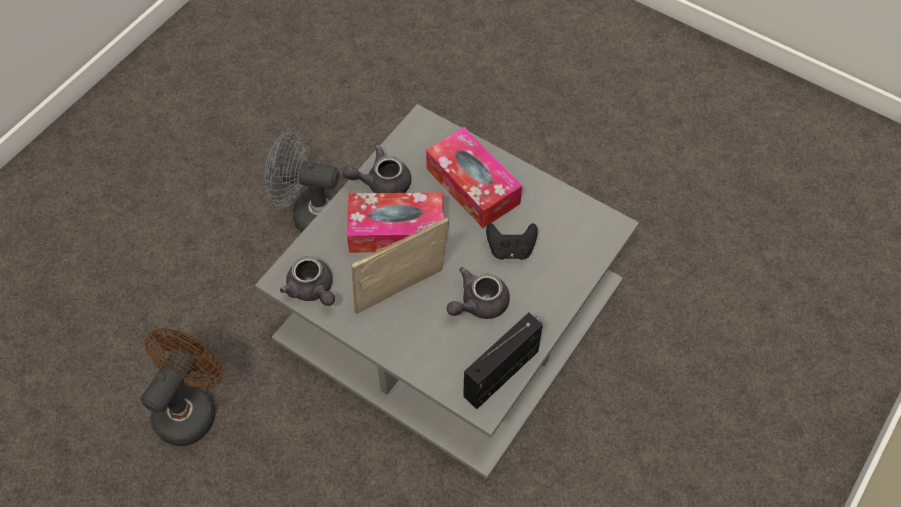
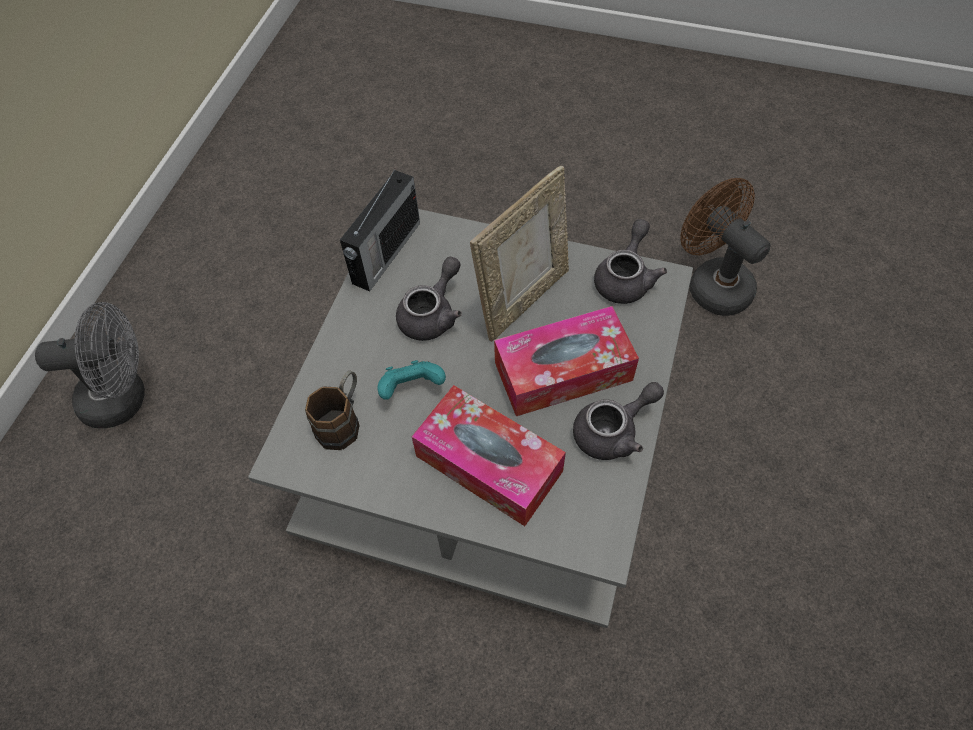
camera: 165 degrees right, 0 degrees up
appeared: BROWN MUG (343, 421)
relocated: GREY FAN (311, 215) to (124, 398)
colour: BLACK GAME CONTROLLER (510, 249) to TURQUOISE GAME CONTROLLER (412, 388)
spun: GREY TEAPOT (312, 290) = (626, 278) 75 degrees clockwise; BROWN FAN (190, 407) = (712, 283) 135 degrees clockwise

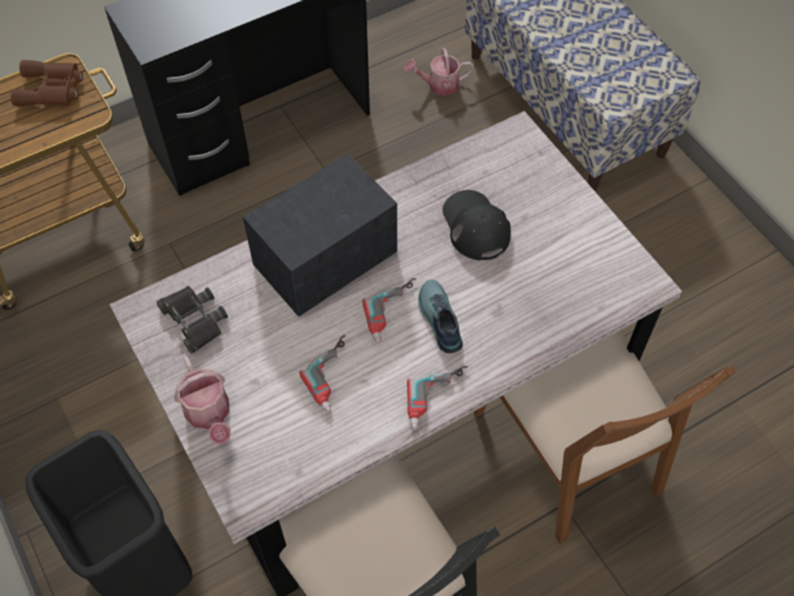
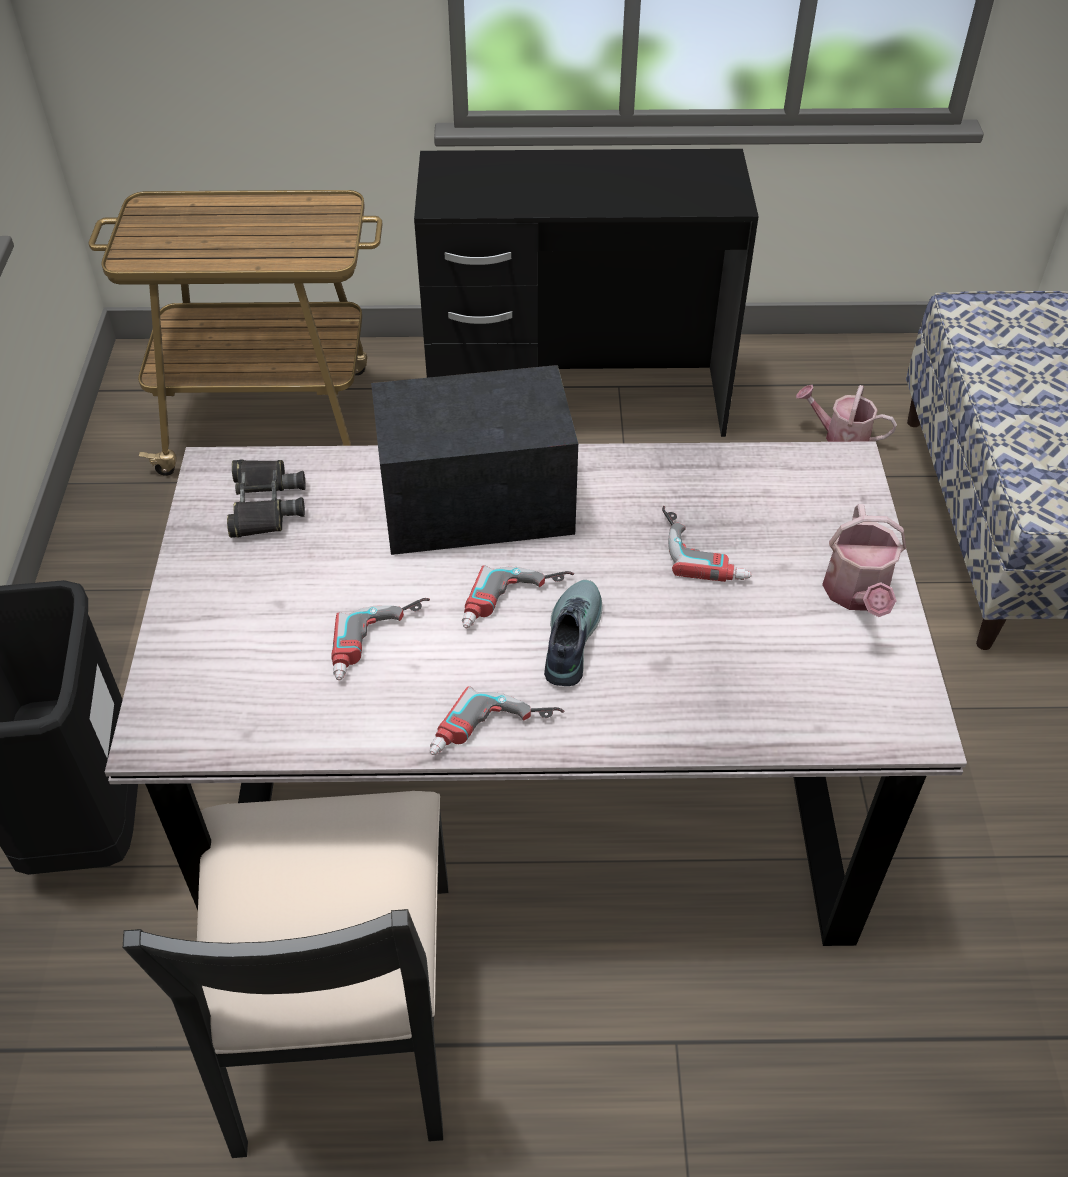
camera: 30 degrees right, 10 degrees down
missing: BROWN BINOCULARS (52, 89); BROWN CHAIR (569, 450)
relocated: WATERING CAN (209, 414) to (857, 594)
exchanged: BLACK CAP (475, 226) to POWER DRILL (704, 549)

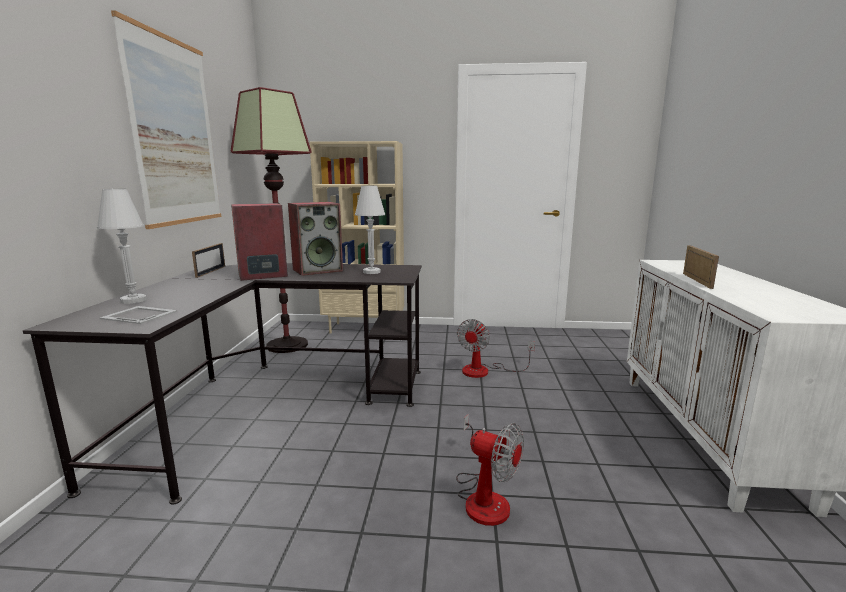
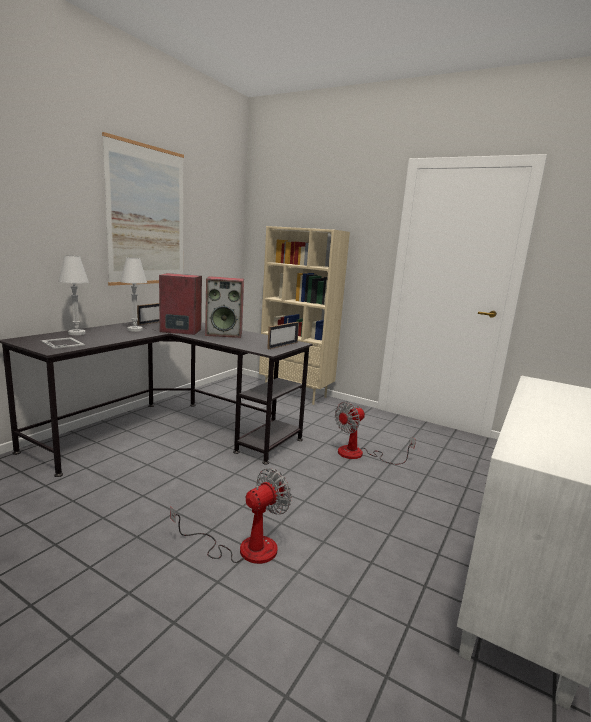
camera: 25 degrees right, 0 degrees up
missing: FLOOR LAMP (287, 345)
relocated: WHITE TABLE LAMP (371, 272) to (135, 330); PICTURE FRAME (697, 280) to (283, 345)
spun: FAN (483, 497) = (244, 548) 105 degrees counterclockwise

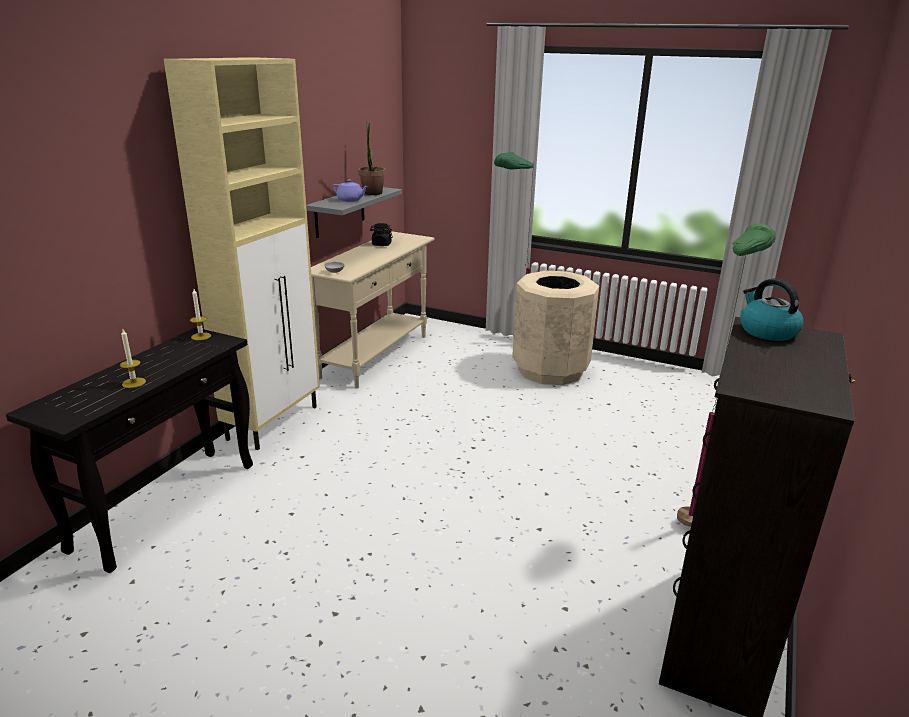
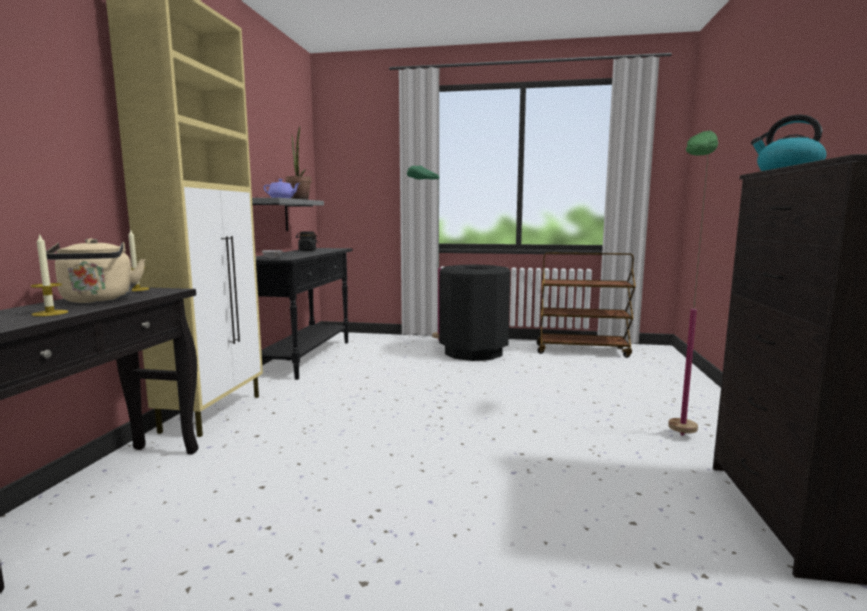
camera: 15 degrees left, 15 degrees down
appeared: BEIGE KETTLE (98, 300); BROWN CART (582, 350)
colour: BEIGE CONSOLE TABLE (376, 356) to BLACK CONSOLE TABLE (306, 358); BEIGE TRASH CAN (550, 370) to BLACK TRASH CAN (474, 352)

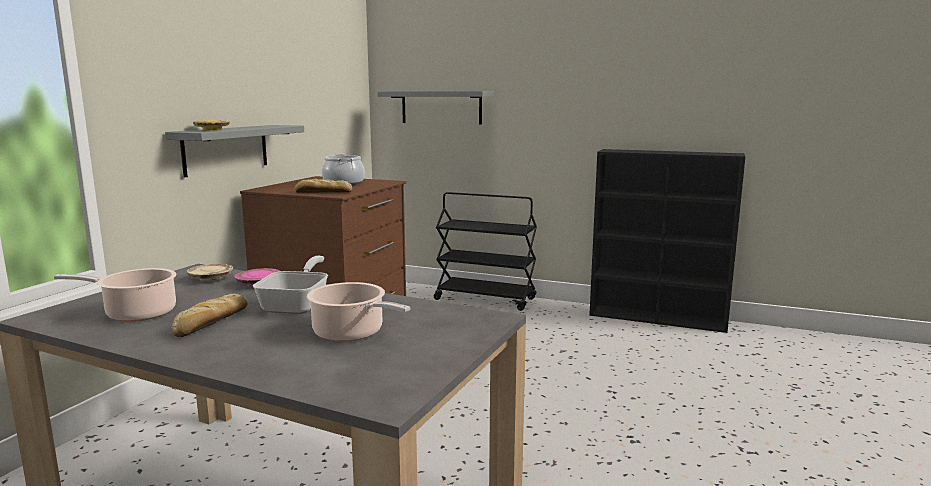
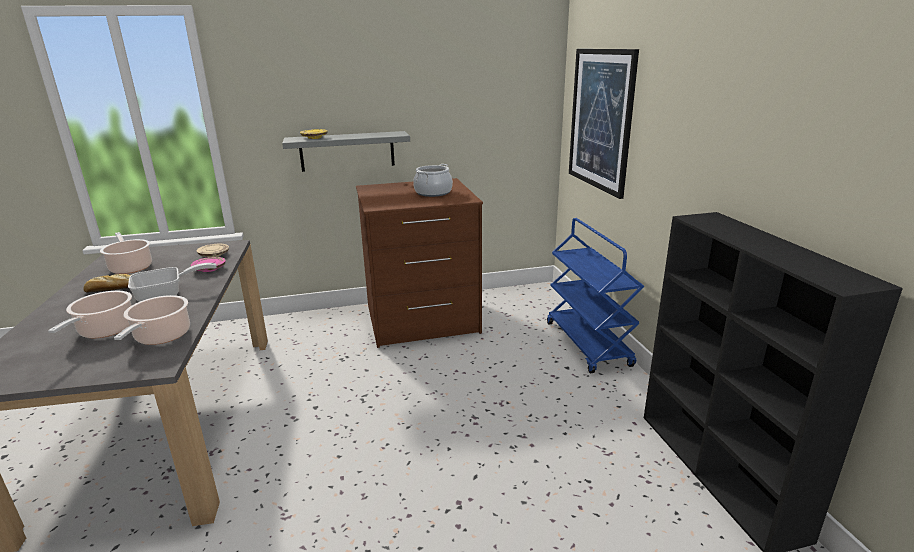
camera: 55 degrees right, 10 degrees up
missing: BREAD (322, 192)
appeared: COOKING POT (161, 337)
exchanged: GREY SHELF (441, 107) to PICTURE (600, 120)
colour: BLACK CART (486, 299) to BLUE CART (588, 344)

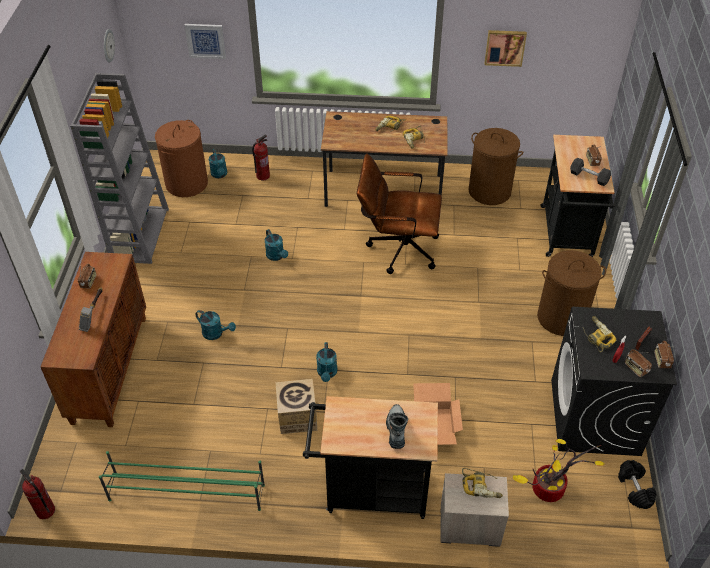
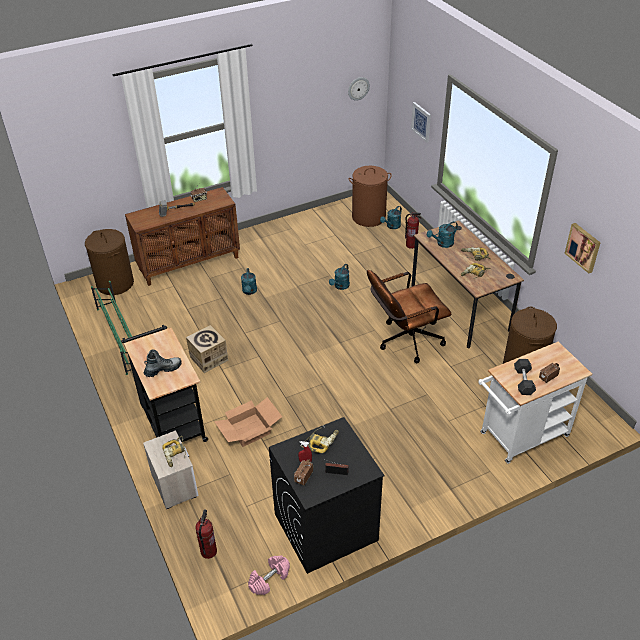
camera: 60 degrees right, 5 degrees down
missing: GREY BOOKCASE (139, 234); RADIO (661, 360); POTTED PLANT (547, 491)
relocated: BROWN LAUNDRY BASKET (561, 318) to (115, 283); TURQUOISE WATERING CAN (327, 373) to (442, 244); FIRE EXTINGUISHER (45, 511) to (208, 551)
colour: BLACK CART (567, 236) to WHITE CART (519, 437); BLACK DUMBBELL (634, 489) to PINK DUMBBELL (269, 579)
spun: BROWN OFFICE CHAIR (397, 248) = (405, 341) 90 degrees counterclockwise

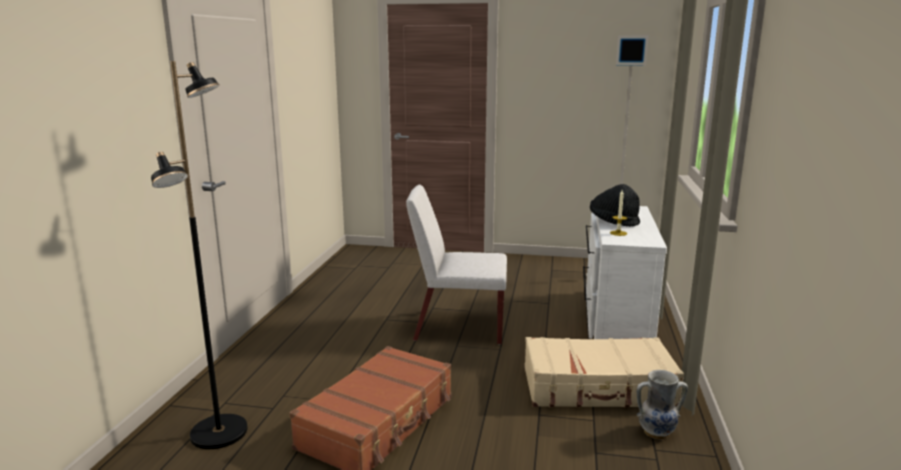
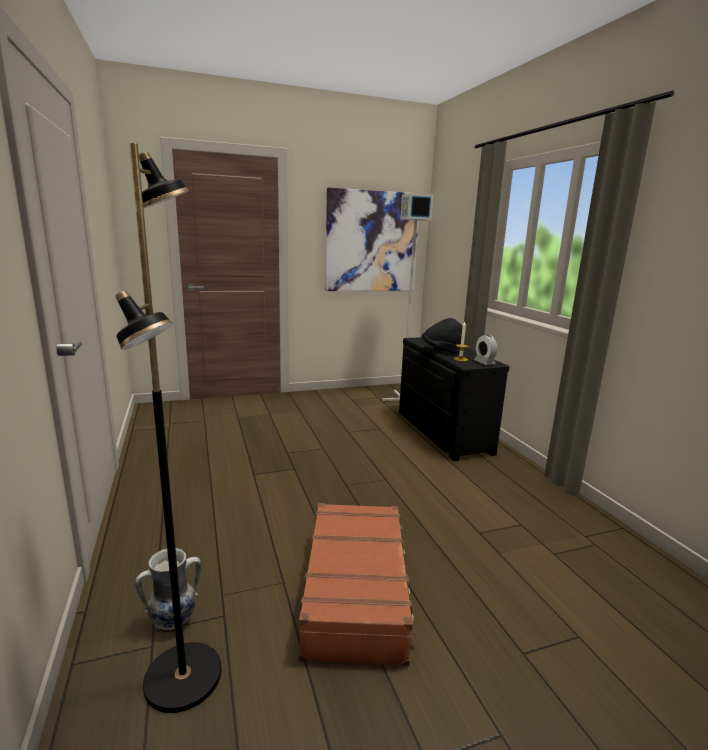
camera: 30 degrees left, 0 degrees up
missing: WHITE CHAIR (458, 327); BEIGE SUITCASE (598, 388)
appeared: PICTURE (372, 242); ALARM CLOCK (484, 362)
relocated: VASE (656, 433) to (173, 622)
colour: WHITE DRESSER (614, 319) to BLACK DRESSER (440, 432)

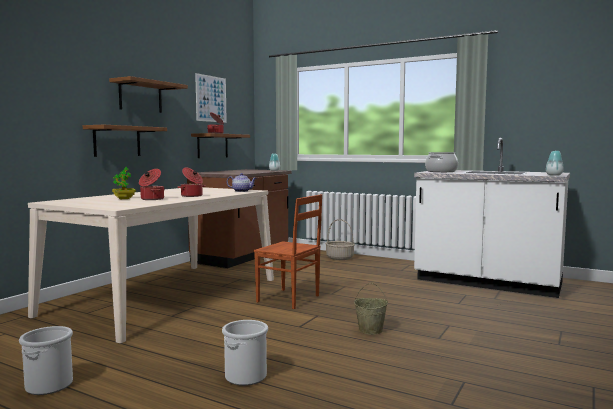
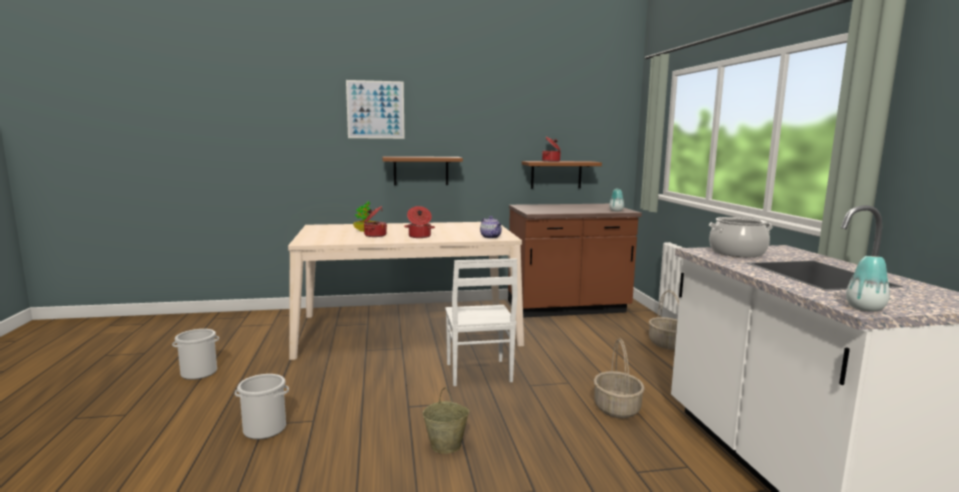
camera: 50 degrees right, 5 degrees up
missing: BROWN SHELF (140, 97)
appeared: BASKET (617, 409)
relocated: PICTURE (211, 99) to (375, 109)
colour: BROWN CHAIR (288, 299) to WHITE CHAIR (478, 373)

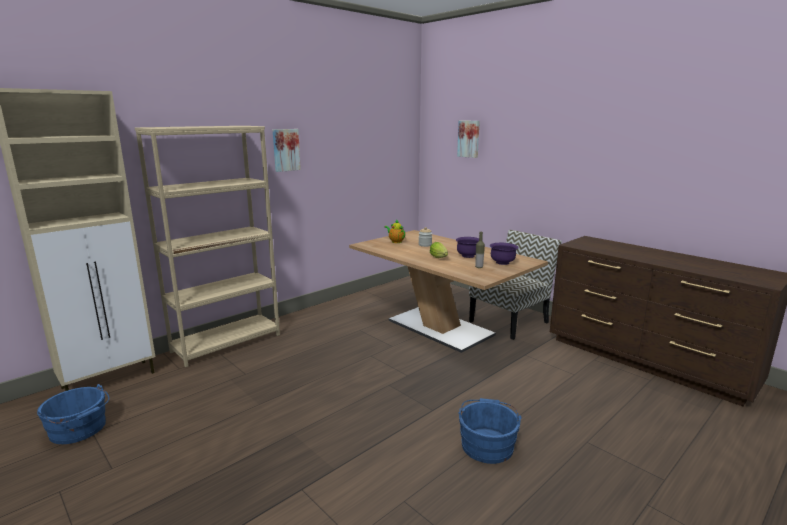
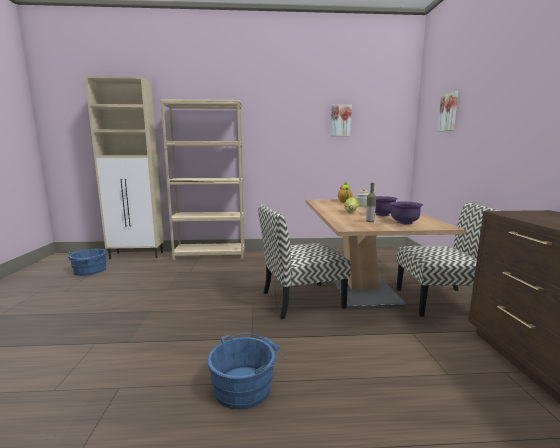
camera: 40 degrees right, 5 degrees down
appeared: CHAIR (301, 300)
relocated: PICTURE (285, 150) to (340, 120)

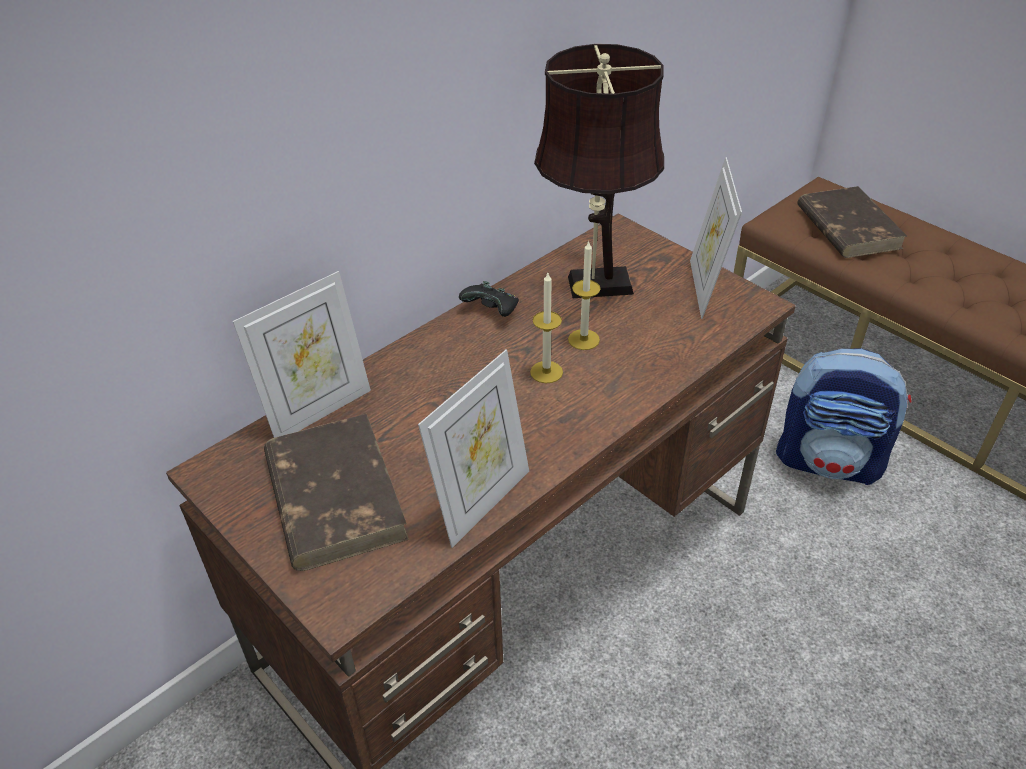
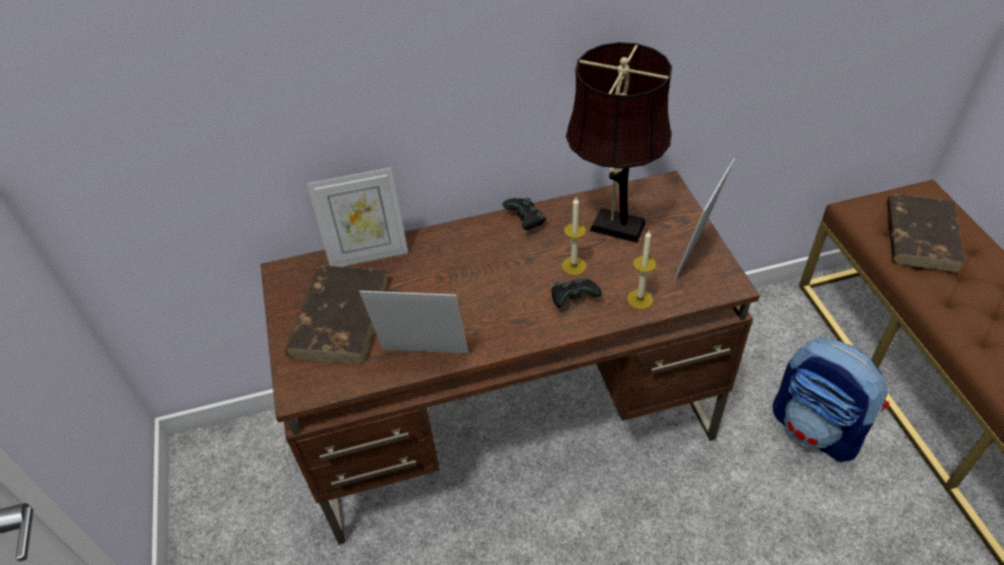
camera: 30 degrees right, 5 degrees up
appeared: BLACK GAME CONTROLLER (573, 300)
relocated: CANDLE (546, 372) to (640, 299)
spun: PICTURE FRAME (481, 502) = (423, 358) 150 degrees counterclockwise

